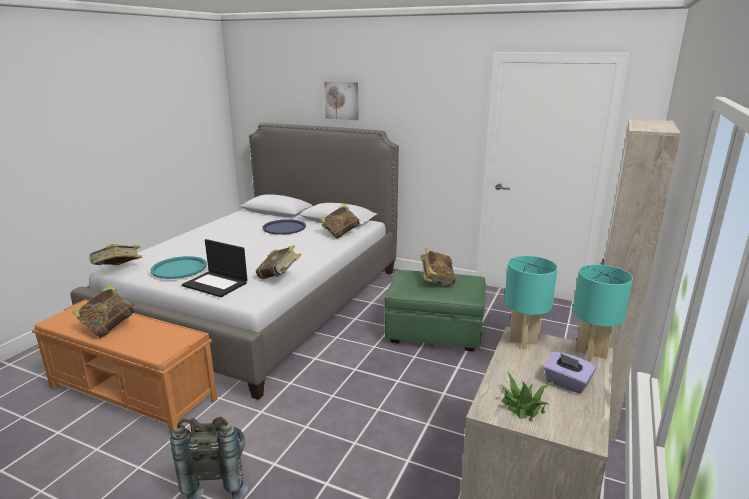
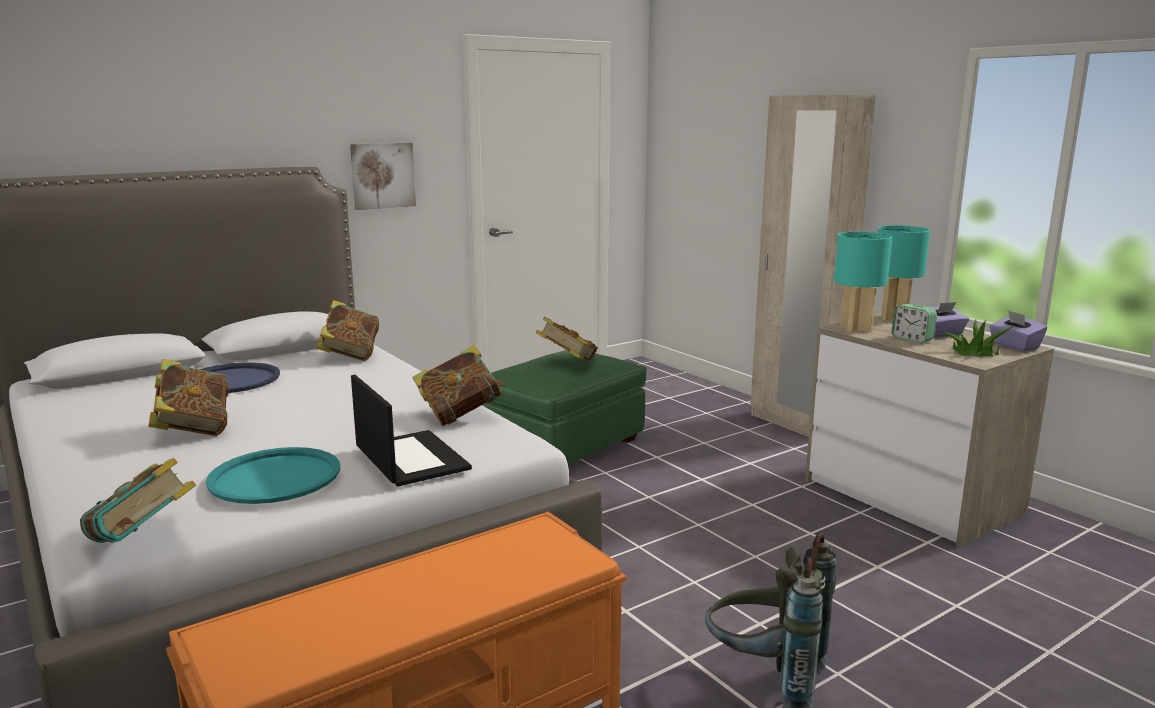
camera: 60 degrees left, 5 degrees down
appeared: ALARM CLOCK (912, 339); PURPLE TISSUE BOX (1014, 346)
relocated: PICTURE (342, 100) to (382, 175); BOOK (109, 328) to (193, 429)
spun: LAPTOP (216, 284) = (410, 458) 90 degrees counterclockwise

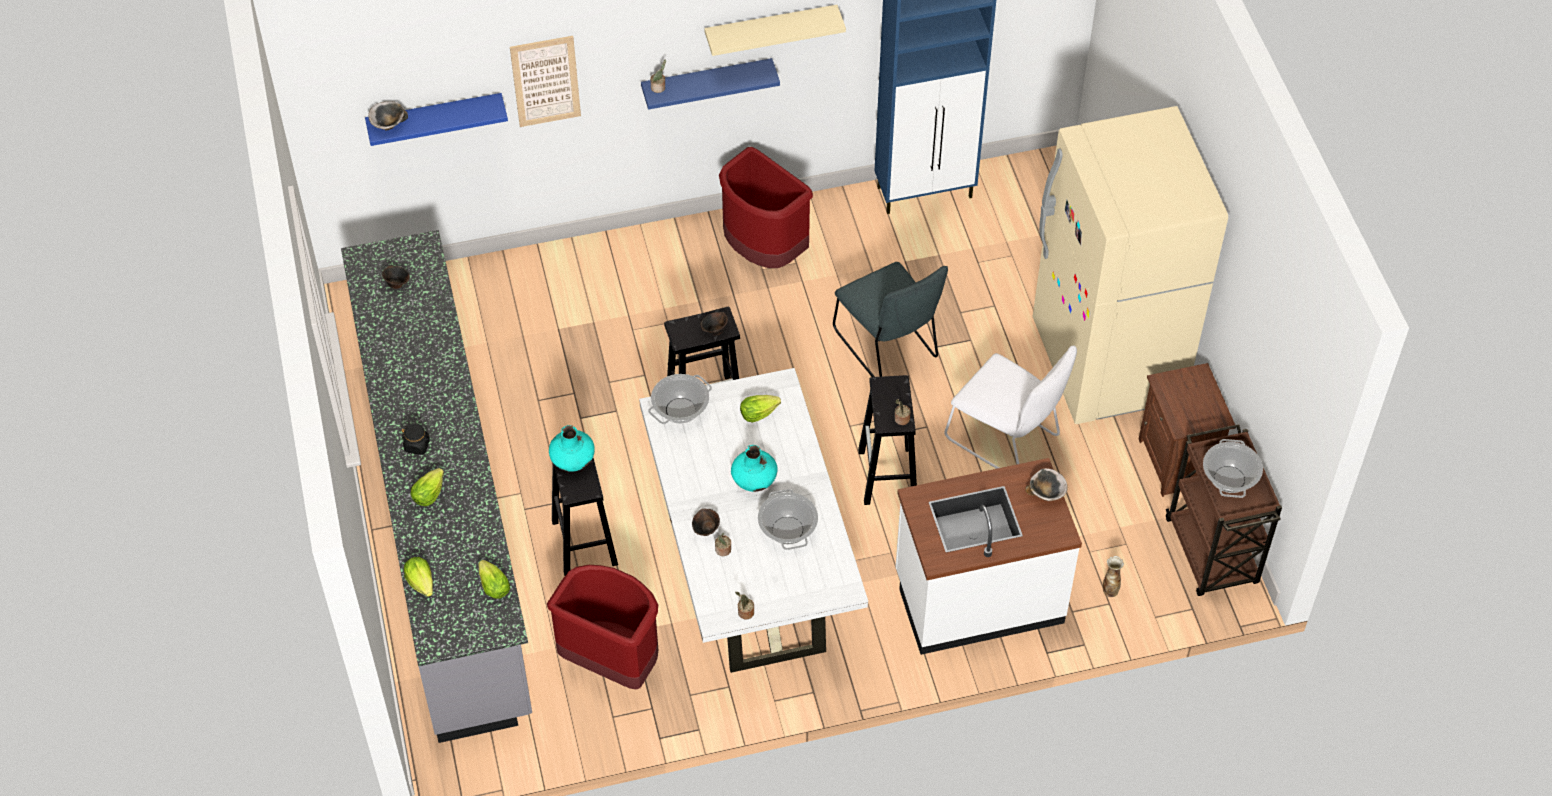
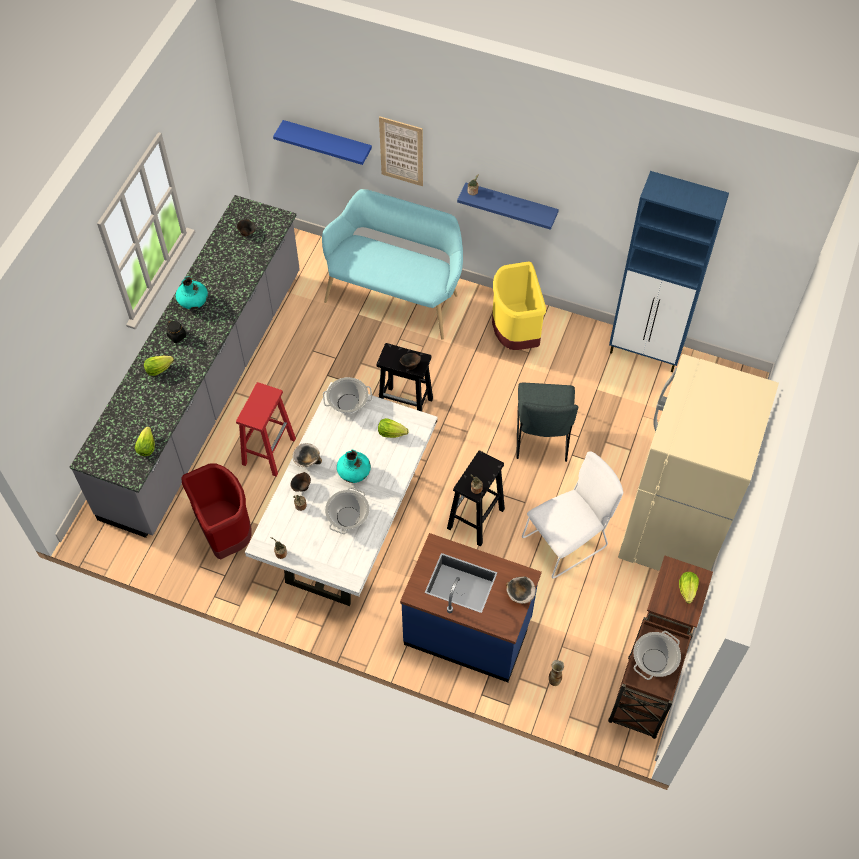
camera: 35 degrees right, 5 degrees up
missing: BEIGE SHELF (771, 30)
appeared: TURQUOISE BENCH (395, 295)
relocated: BOWL (388, 124) to (306, 460); TURQUOISE VASE (573, 460) to (194, 302); LETTUCE (421, 582) to (687, 590)
colour: RED TRASH CAN (763, 251) to YELLOW TRASH CAN (515, 334); BLACK STOOL (584, 541) to RED STOOL (269, 450); WHITE COUNTER (978, 597) to BLUE COUNTER (468, 631)
spun: WHITE CHAIR (1006, 439) = (568, 541) 105 degrees counterclockwise

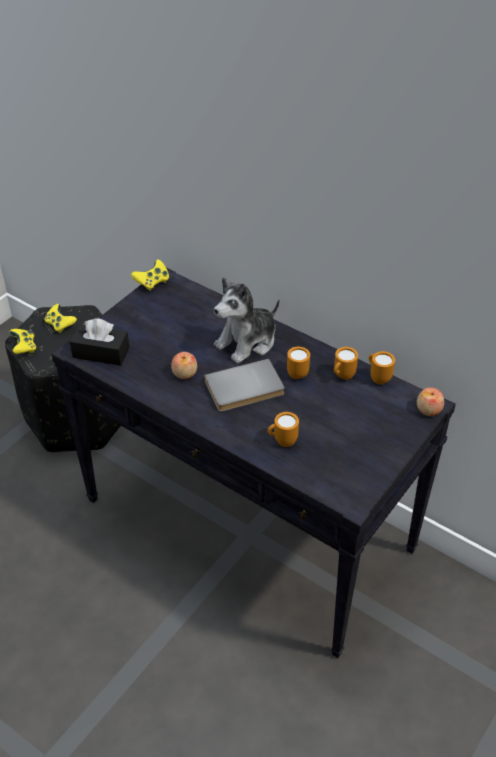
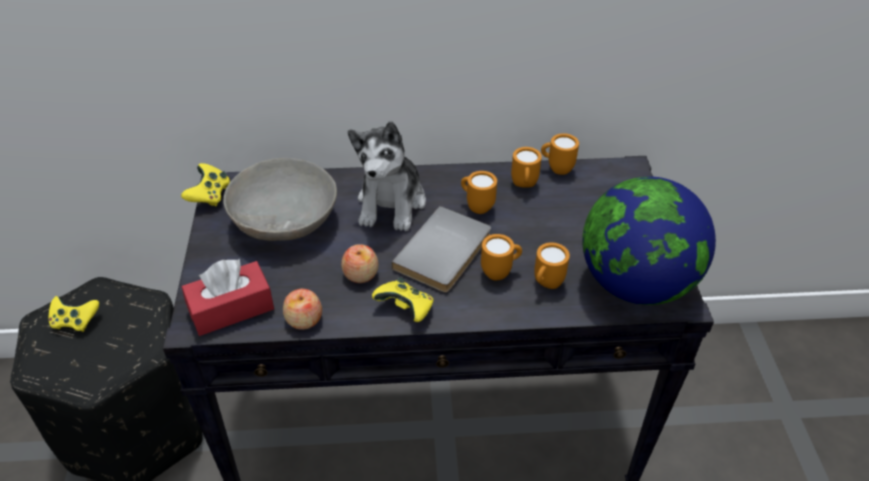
camera: 40 degrees left, 0 degrees up
appeared: GREY BOWL (285, 220); GLOBE (635, 283); ORANGE MUG (500, 272)
relocated: YELLOW GAME CONTROLLER (24, 348) to (406, 309); APPLE (428, 409) to (304, 319)
colour: BLACK TISSUE BOX (101, 352) to RED TISSUE BOX (231, 308)

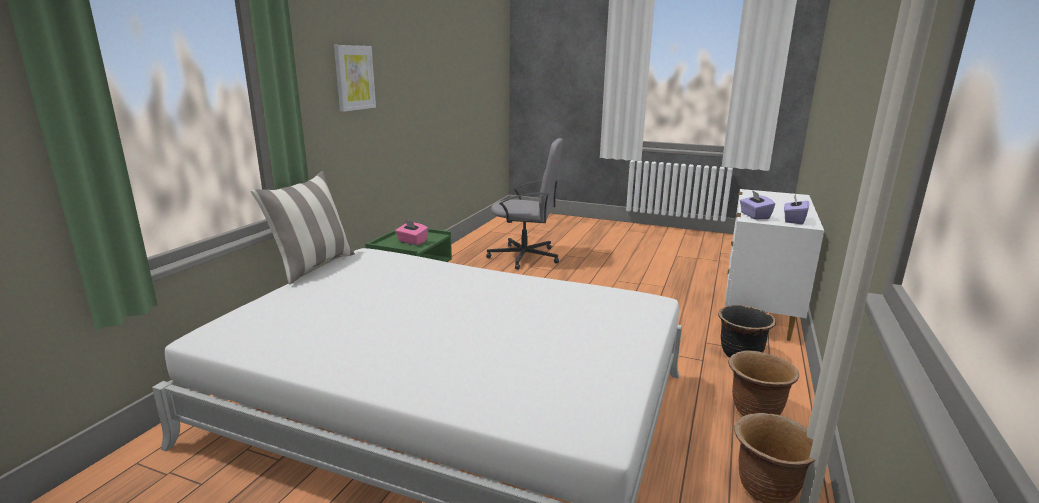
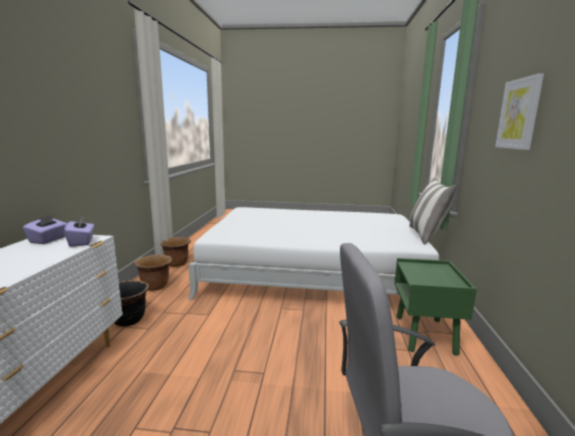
camera: 165 degrees right, 5 degrees down
missing: PINK TISSUE BOX (412, 241)

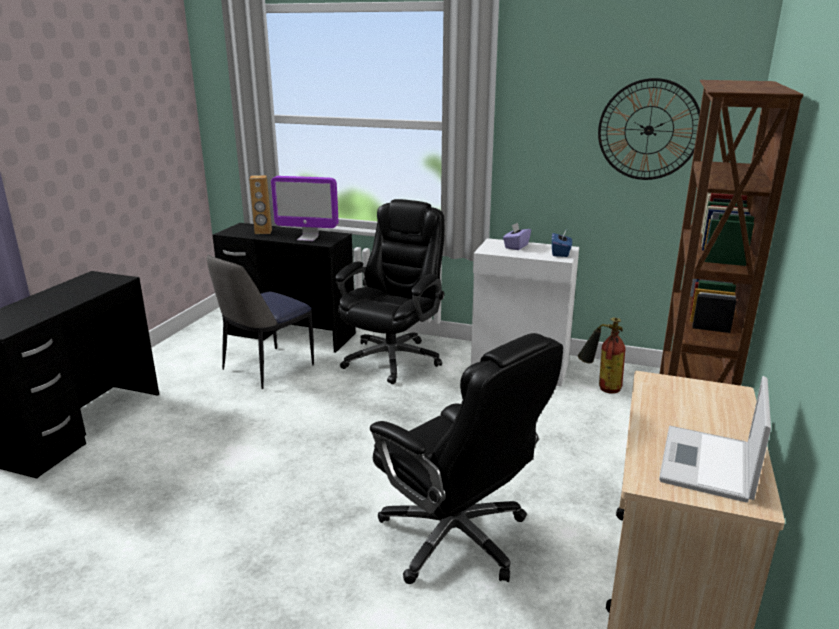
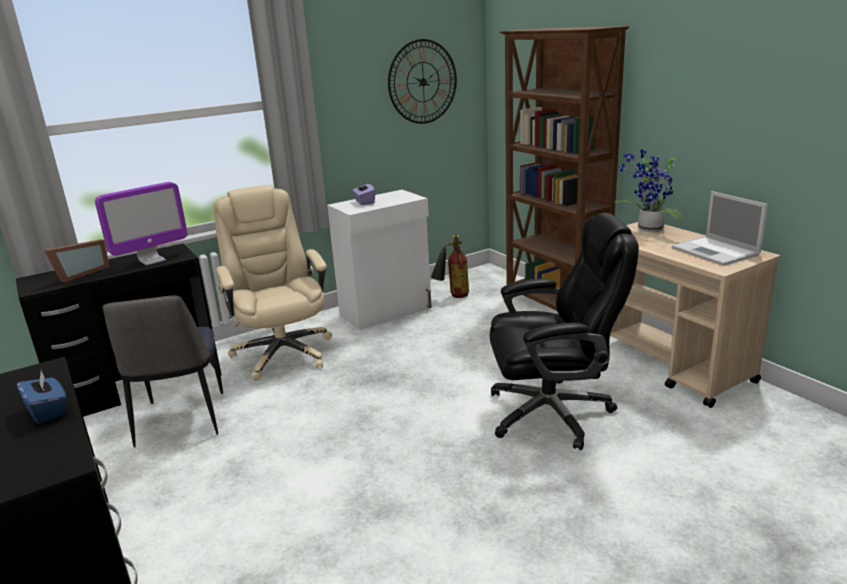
camera: 50 degrees left, 0 degrees up
appeared: POTTED PLANT (647, 230)
relocated: BLUE TISSUE BOX (560, 253) to (48, 411)
exchanged: BROWN SPEAKER (263, 232) to PICTURE FRAME (80, 274)
colour: BLACK OFFICE CHAIR (393, 358) to BEIGE OFFICE CHAIR (282, 352)

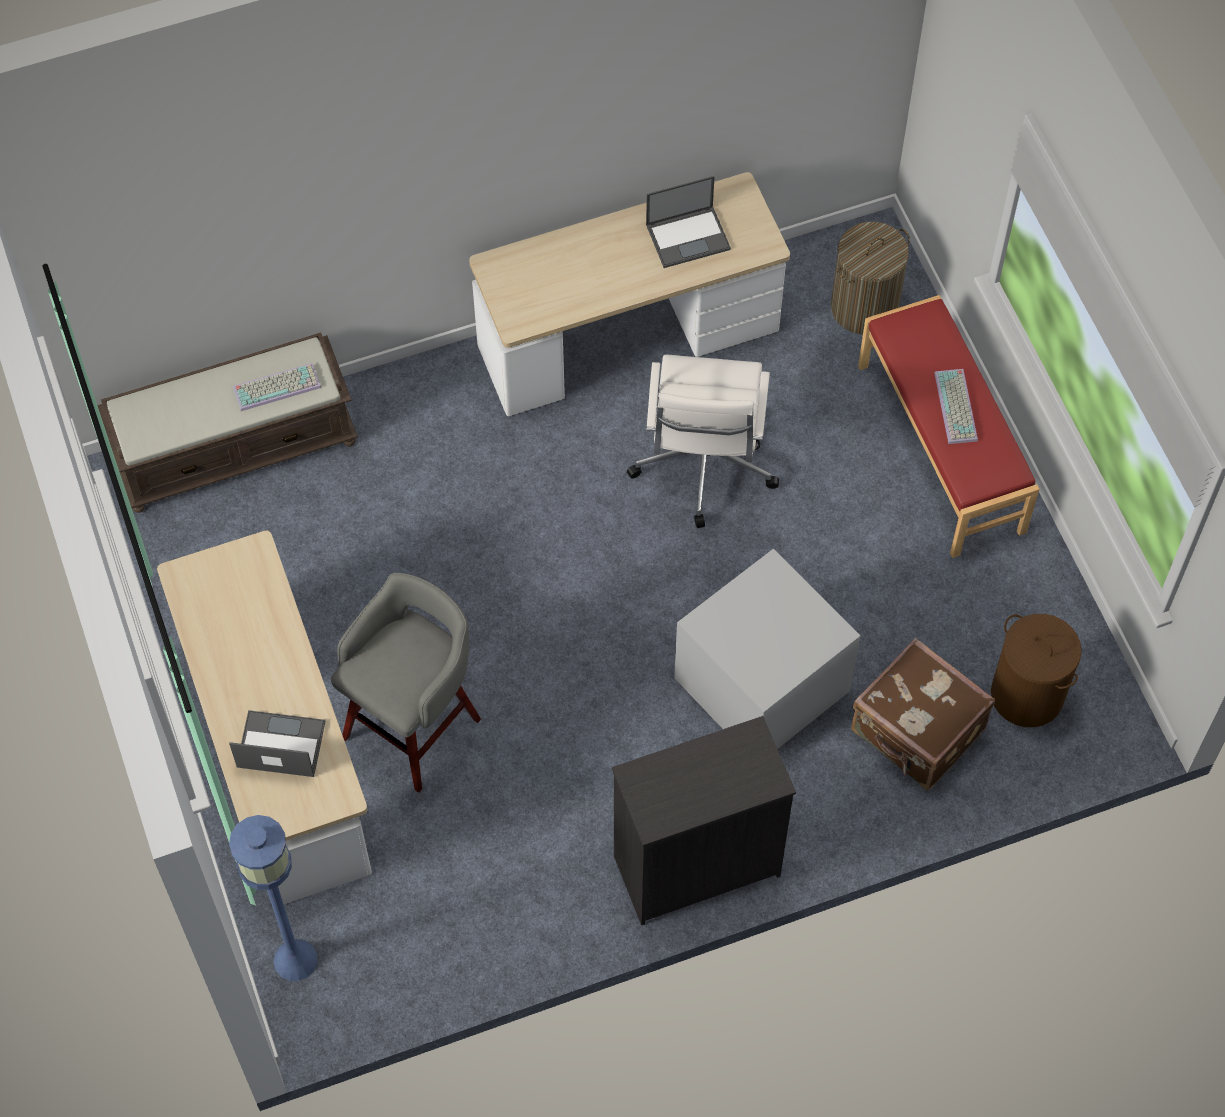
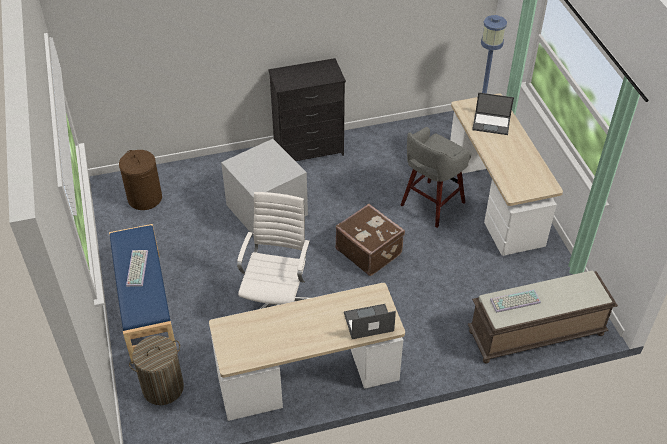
camera: 175 degrees left, 15 degrees down
relocated: LAPTOP (689, 236) to (368, 322); BROWN SUITCASE (916, 733) to (369, 251)
colour: RED BENCH (942, 447) to BLUE BENCH (145, 306)

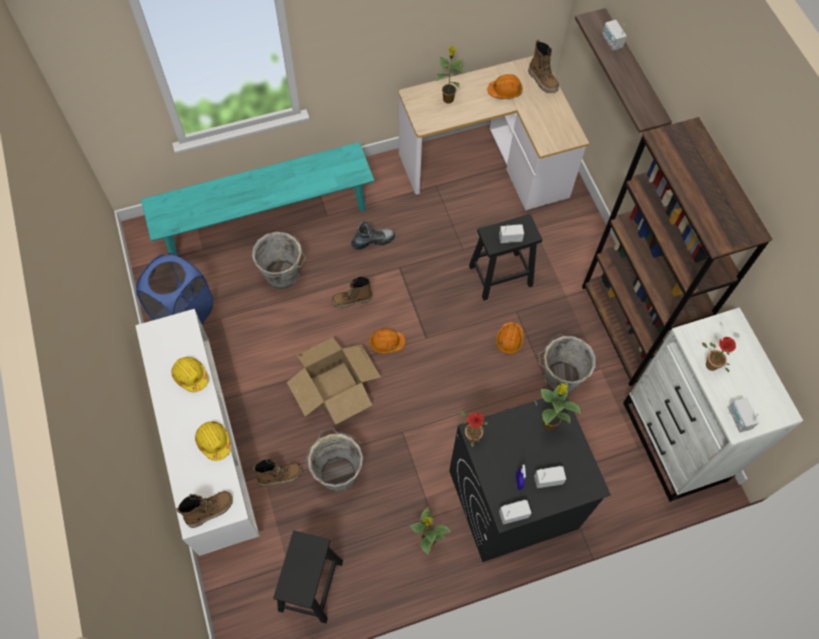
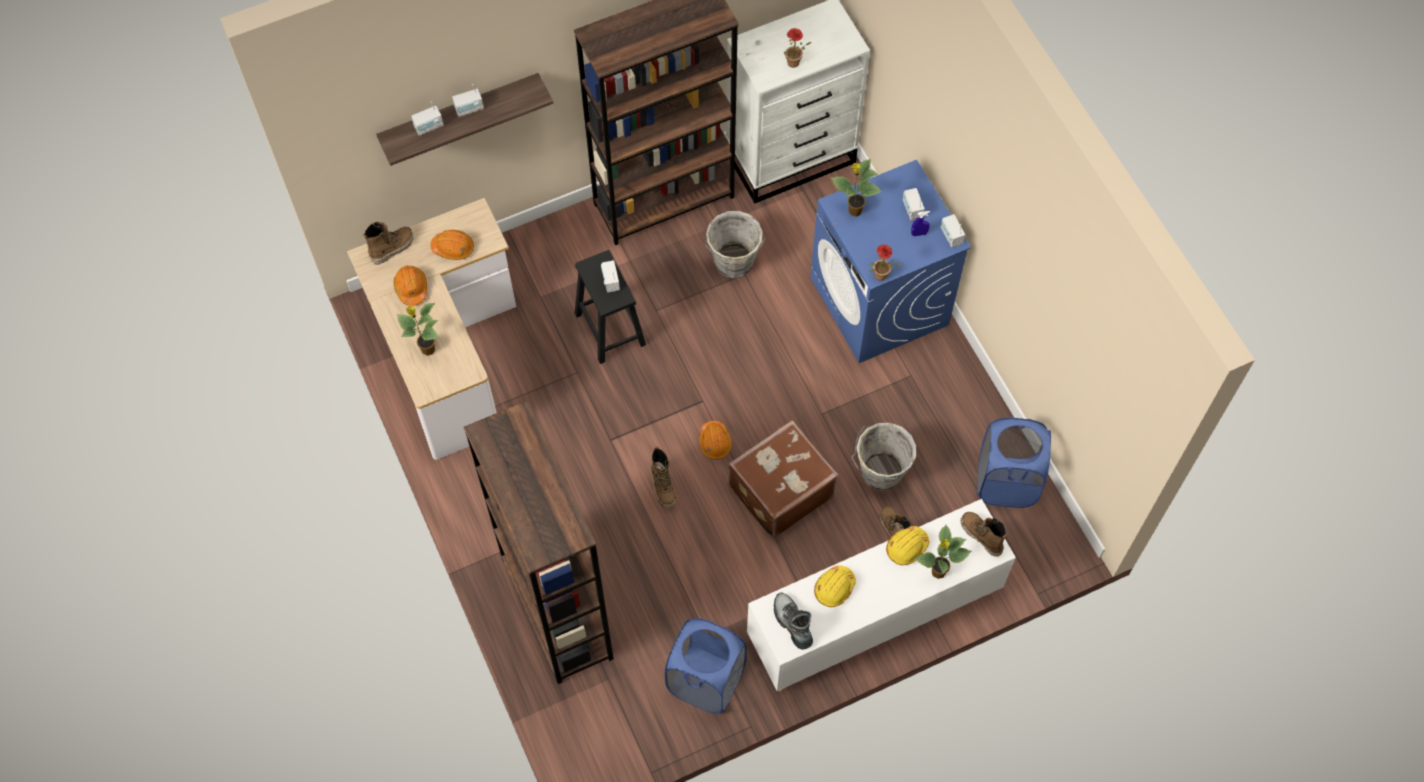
camera: 95 degrees left, 0 degrees up
missing: GREY BUCKET (283, 276)
relocated: BOOT (373, 241) to (792, 623); ORANGE HARD HAT (509, 340) to (453, 248); RADIO (739, 419) to (469, 109); POTTED PLANT (427, 541) to (938, 572)
exchanged: TURQUOISE BENCH (266, 220) to BROWN BOOKCASE (556, 607); CARDBOARD BOX (335, 387) to BROWN SUITCASE (779, 490); BLACK STOOL (310, 587) to BLUE LAUNDRY BASKET (1006, 482)
colour: BLACK WASHING MACHINE (512, 500) to BLUE WASHING MACHINE (879, 302)

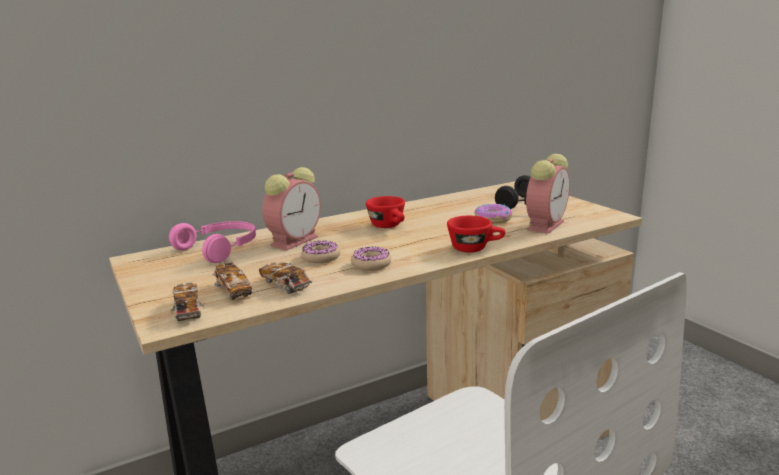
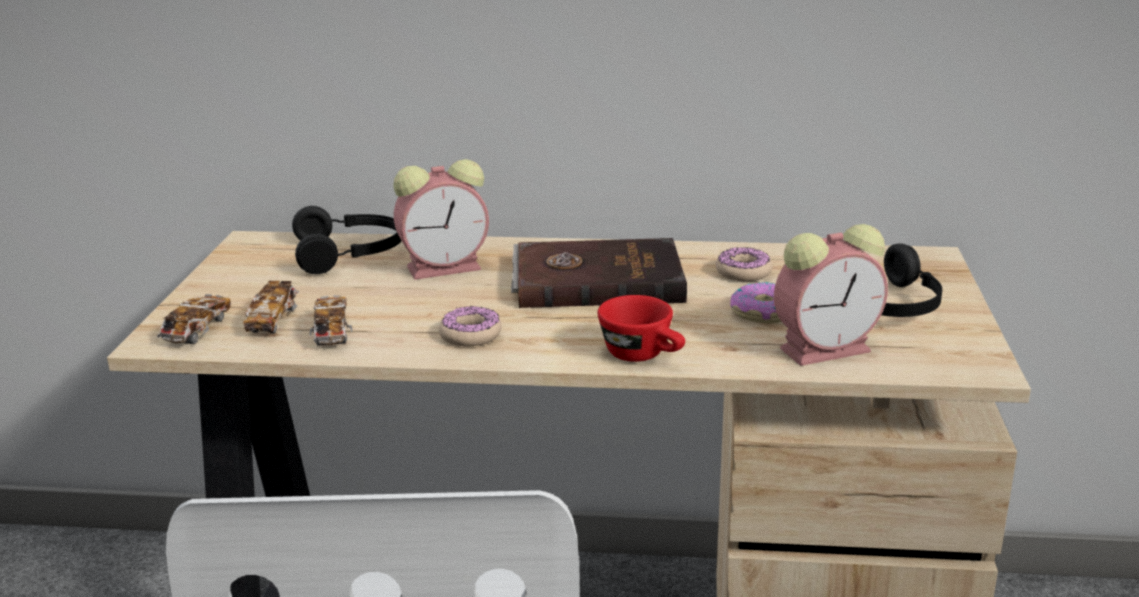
camera: 35 degrees right, 5 degrees up
relocated: DONUT (321, 257) to (743, 272)
exchanged: RED CUP (389, 226) to BROWN BOOK (596, 280)
colour: PINK HEADPHONES (221, 249) to BLACK HEADPHONES (350, 254)

